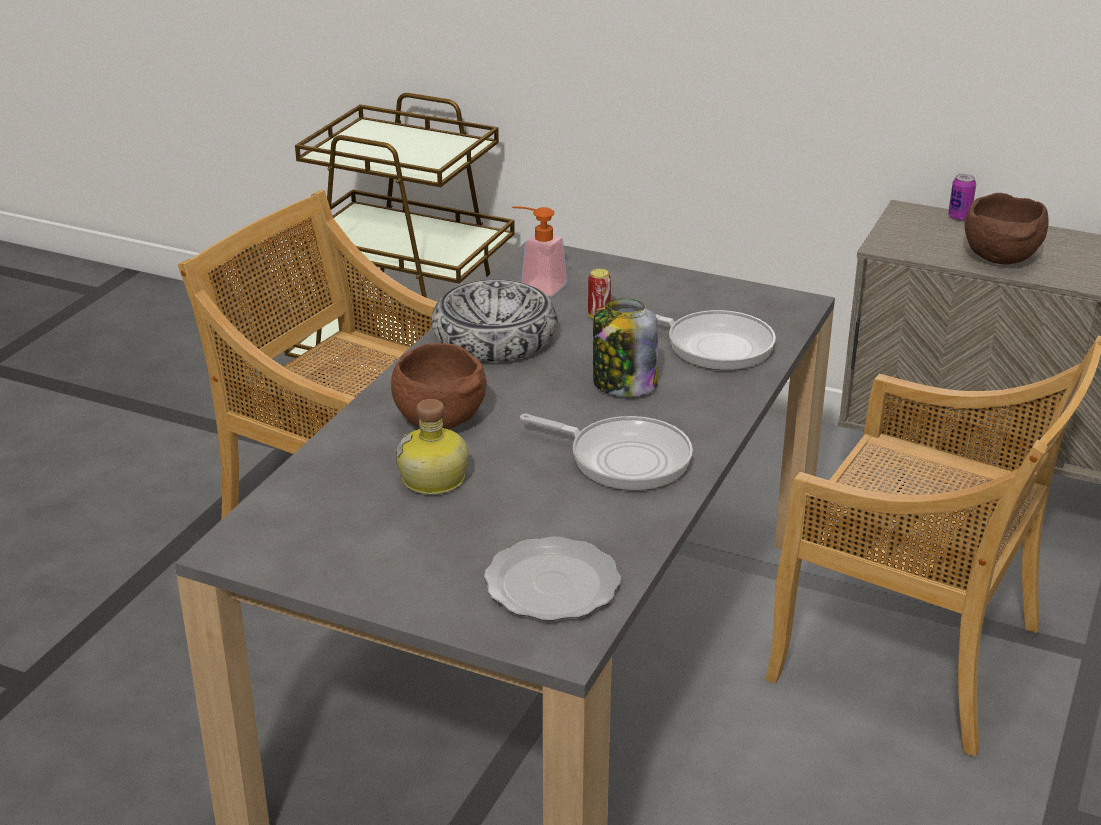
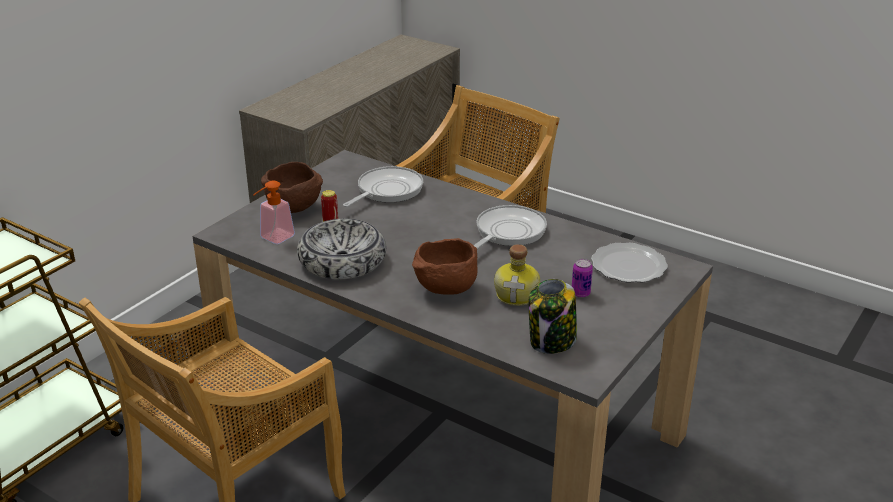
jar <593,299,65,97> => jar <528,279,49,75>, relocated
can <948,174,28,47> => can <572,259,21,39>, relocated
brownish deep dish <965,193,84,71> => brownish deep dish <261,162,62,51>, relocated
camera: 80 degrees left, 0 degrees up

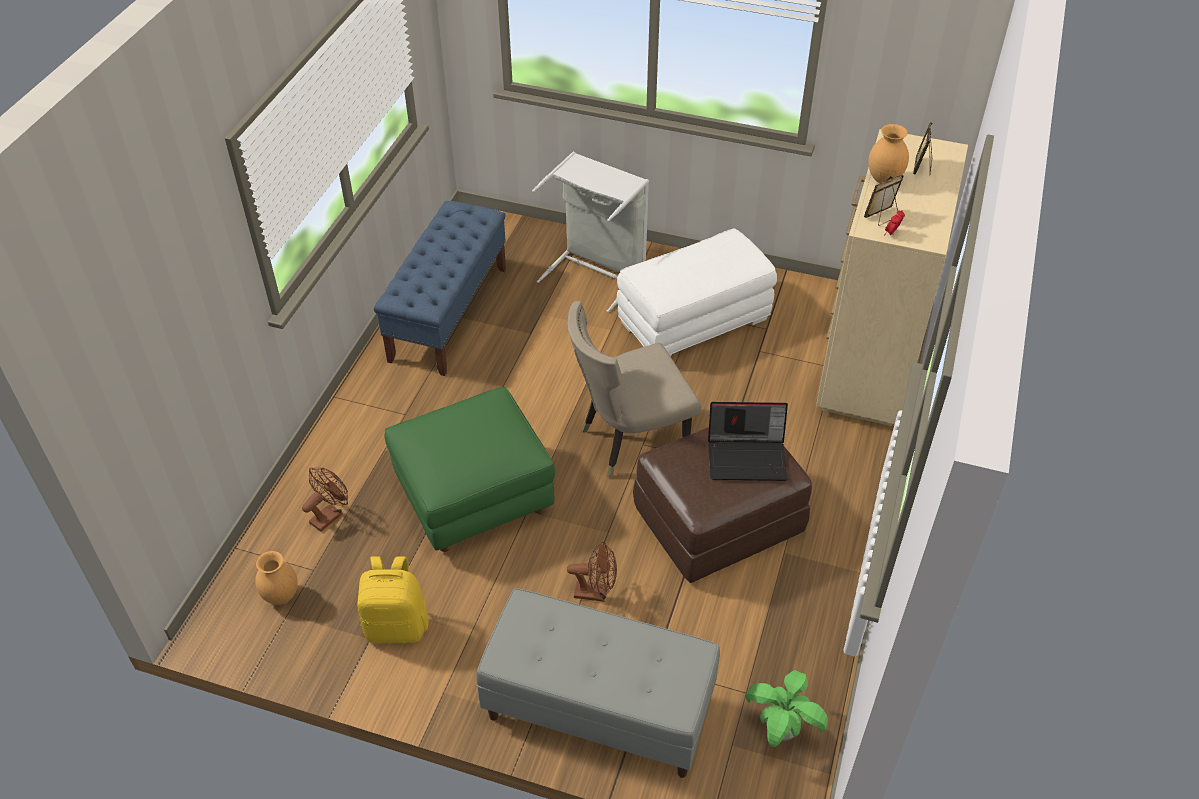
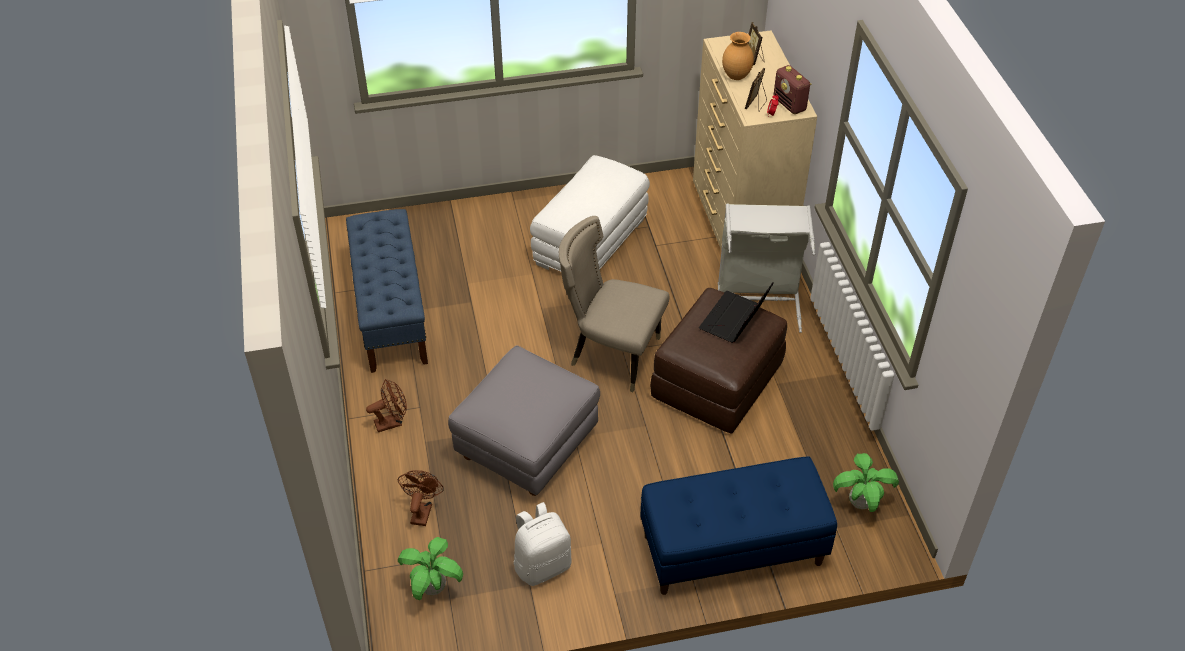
brownish decorative vase <255,551,43,54> => potted plant <398,537,65,63>
yellow-coloured knapsack <357,556,72,87> => white-coloured knapsack <514,502,57,84>
green-coloured ottoman <385,387,170,165> => grey ottoman <448,345,152,151>
grey long seat <476,588,244,190> => blue long seat <640,457,197,138>
grey washing basket <532,152,117,161> => grey washing basket <718,203,97,130>, relocated
sand-coloured upright chair <567,301,134,177> => sand-coloured upright chair <559,216,111,176>, 75 degrees clockwise
brownish cooling fan <567,542,50,60> => brownish cooling fan <366,379,41,53>, relocated
notebook computer <708,402,80,79> => notebook computer <699,282,75,61>, 150 degrees clockwise
nothing => radio set <774,65,37,49>
camera: 30 degrees left, 0 degrees up

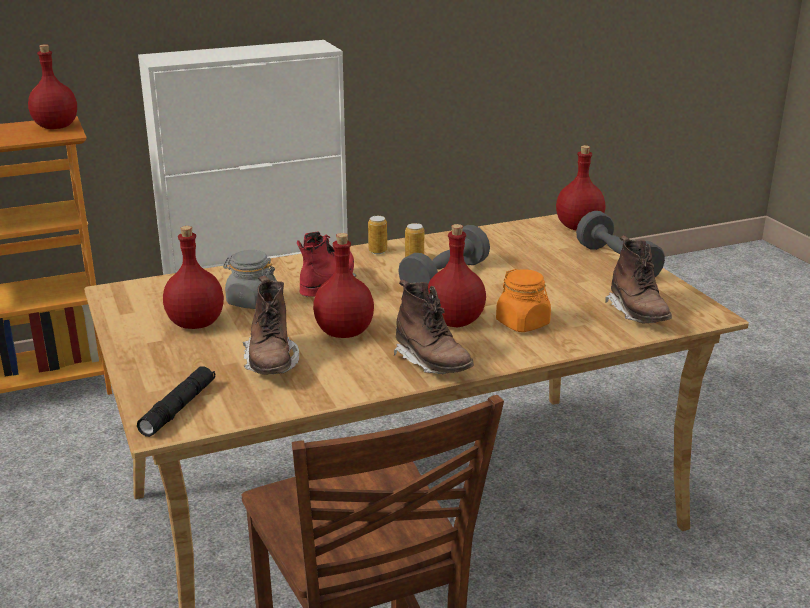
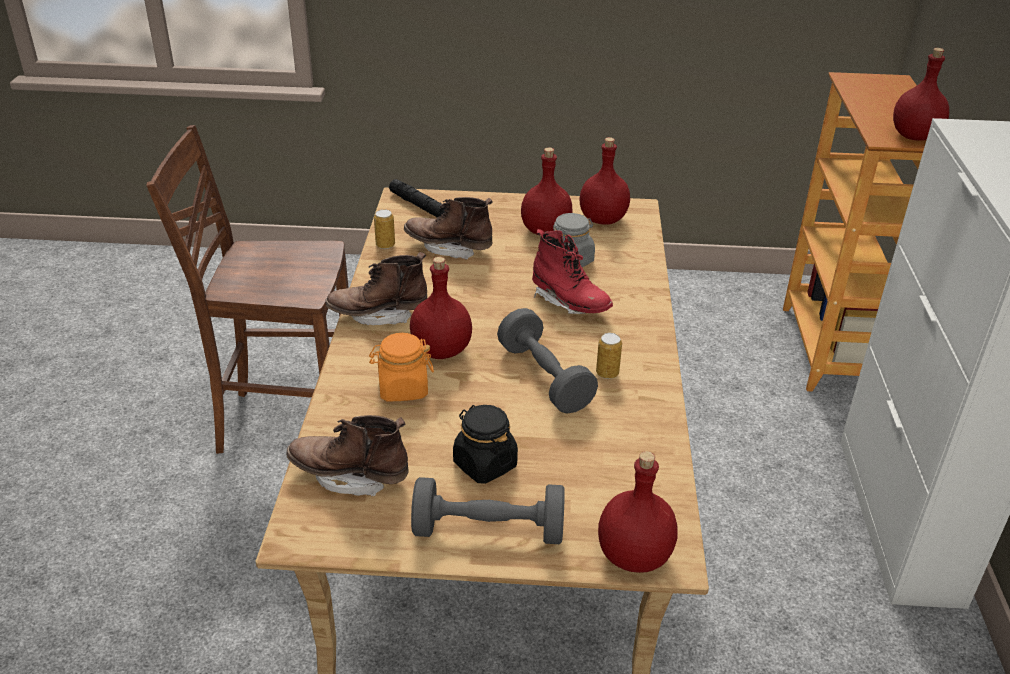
red beverage bottle <313,233,61,105> => red beverage bottle <580,137,50,88>, relocated
can <368,216,19,38> => can <374,209,21,40>, relocated
nothing => black jar <453,405,65,79>
camera: 115 degrees right, 10 degrees up

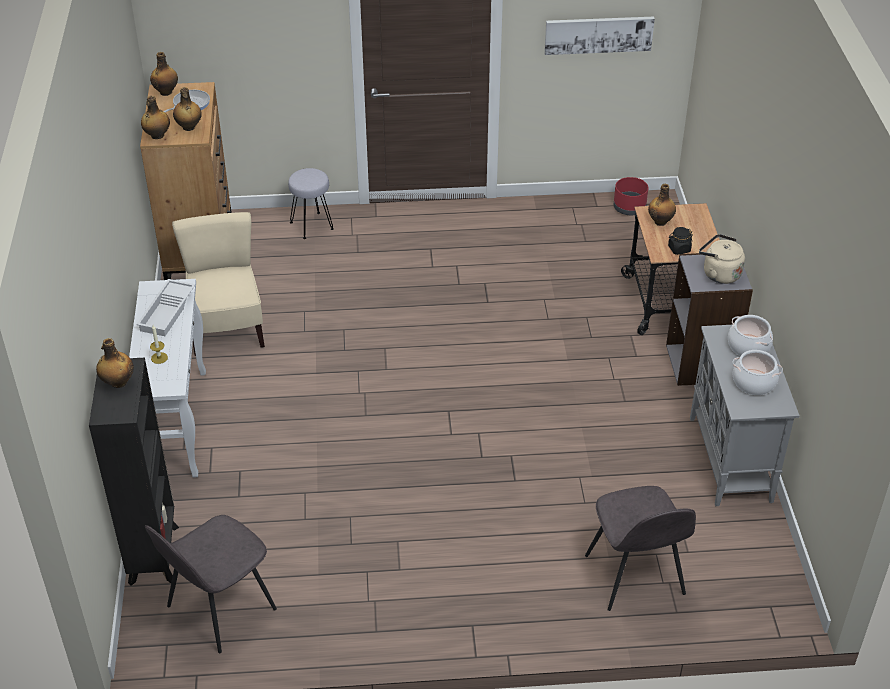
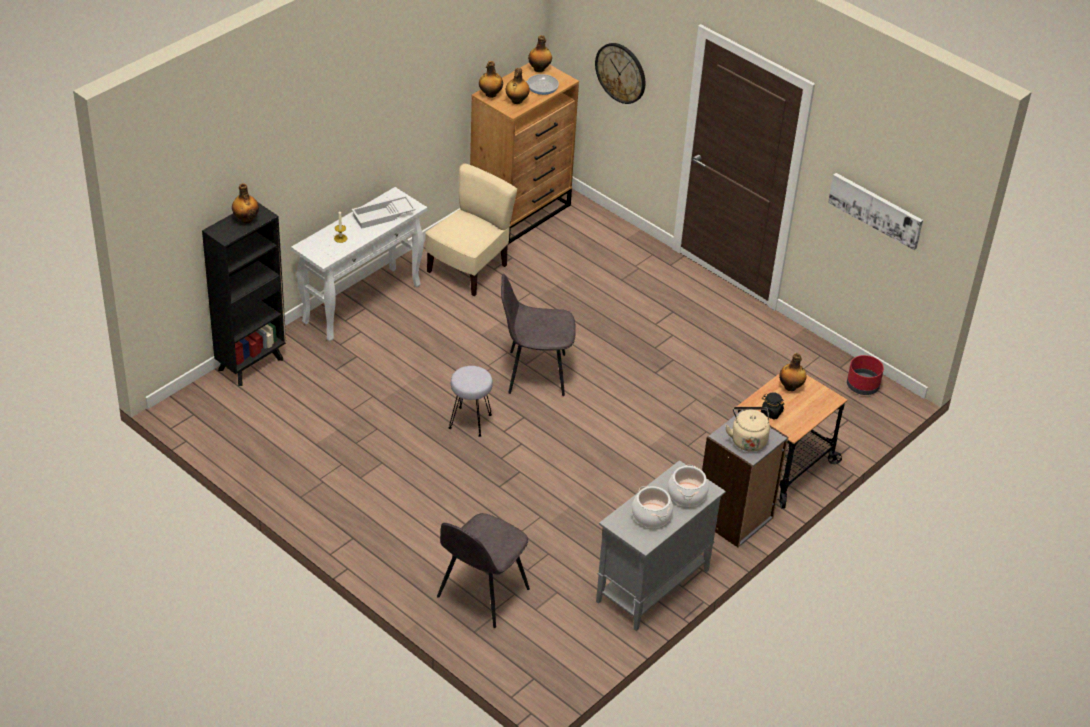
grey upright chair <145,515,132,138> => grey upright chair <501,273,75,123>, relocated
grey stool seat <288,168,46,71> => grey stool seat <449,366,44,71>, relocated
nothing => clock on the wall <595,43,50,61>
camera: 45 degrees right, 0 degrees up

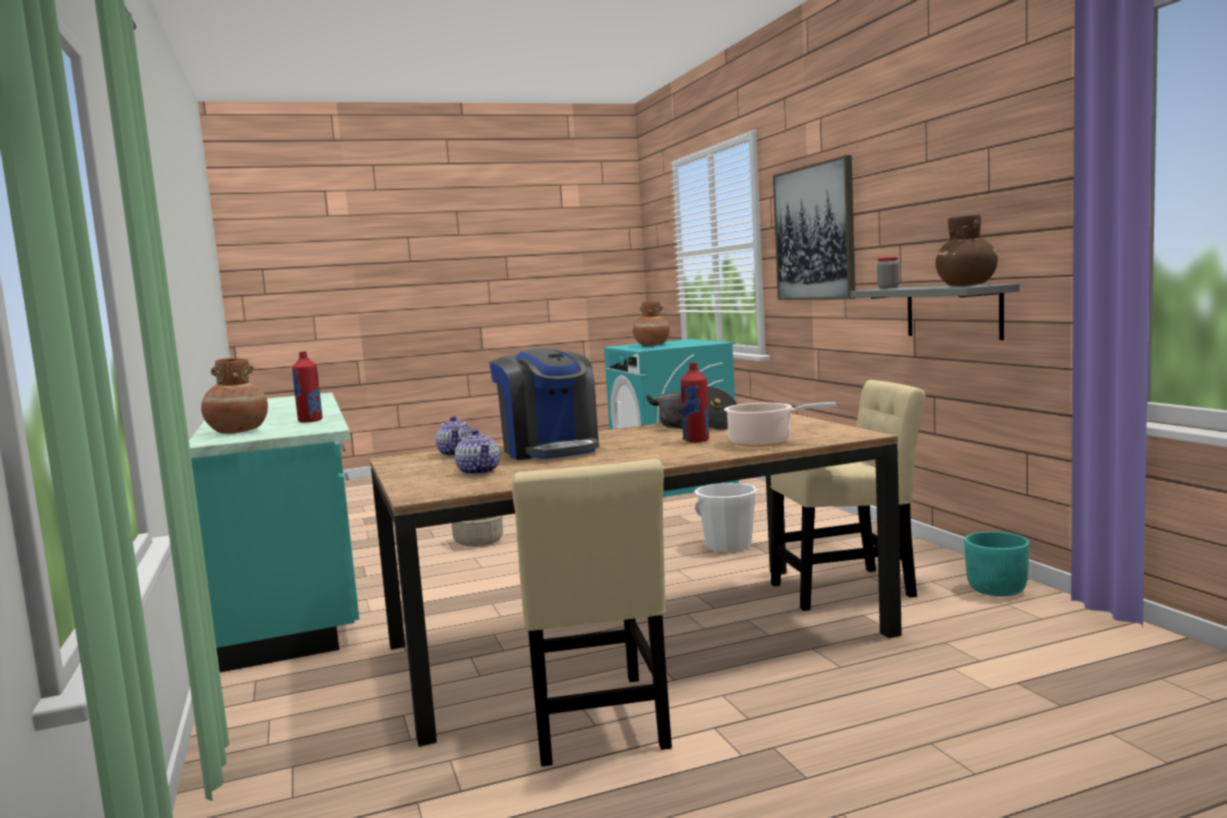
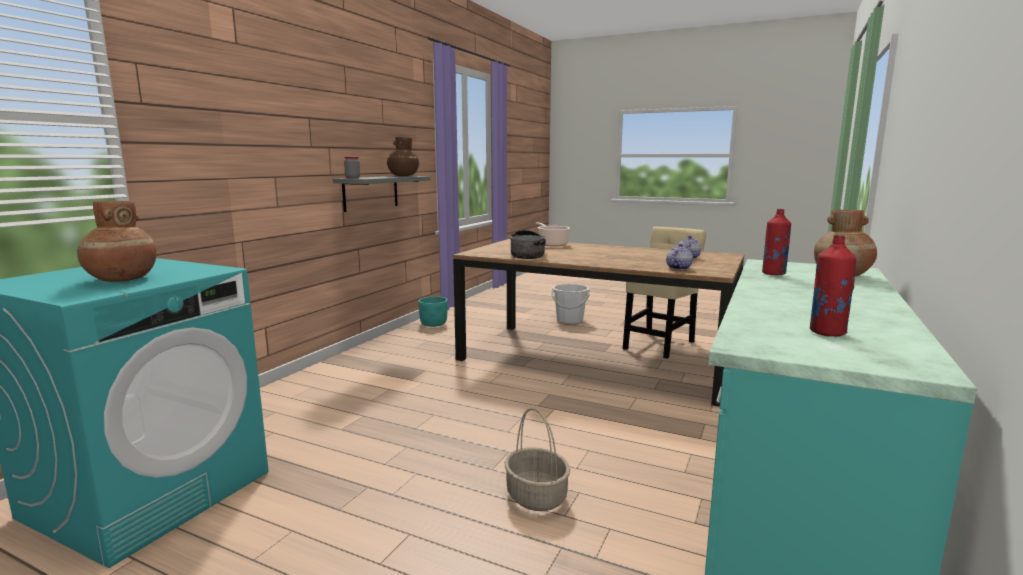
coffee brewer <489,348,110,112> => nothing
red beverage bottle <681,362,28,80> => red beverage bottle <810,235,46,102>, relocated
white-coloured pail <694,483,64,69> => white-coloured pail <552,284,38,40>, relocated
sand-coloured upright chair <771,380,155,231> => nothing
picture <773,155,83,145> => nothing
camera: 135 degrees left, 5 degrees up

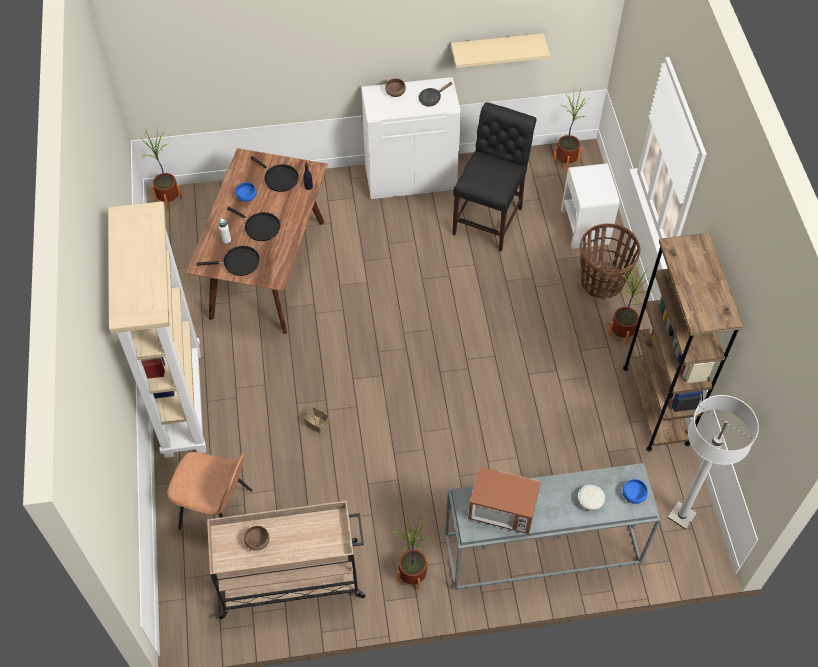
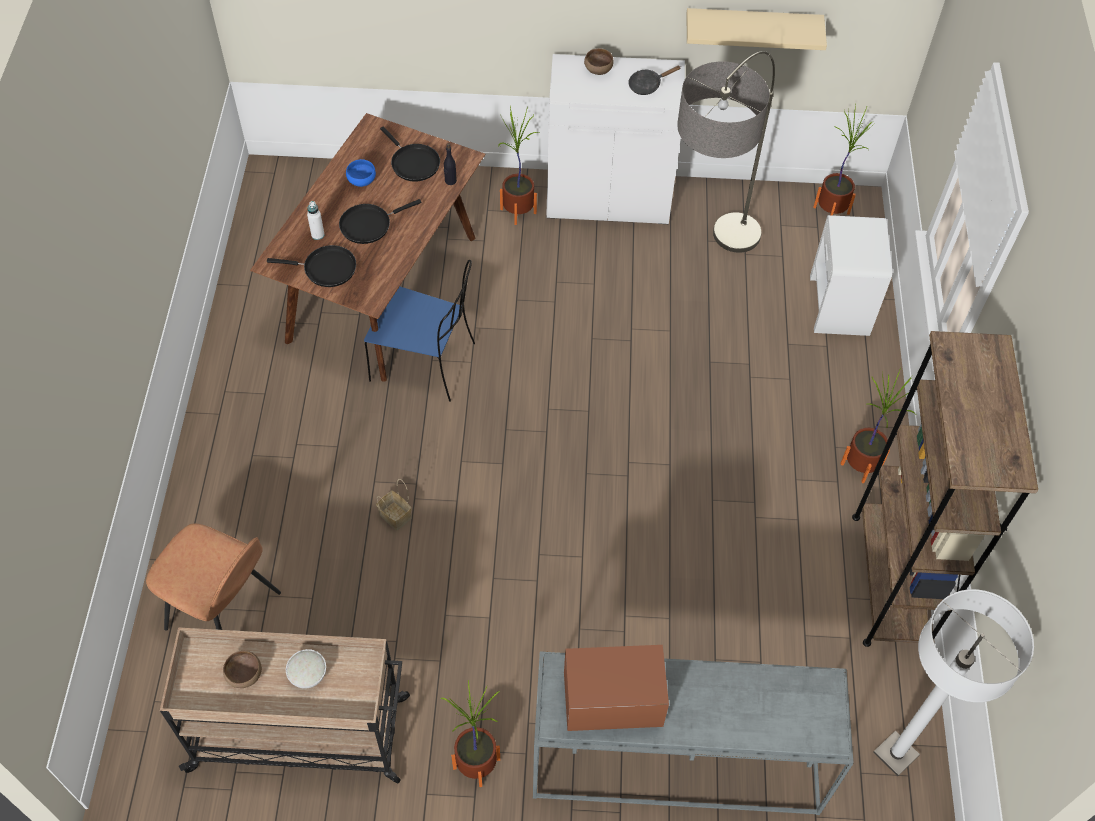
sand-coloured bookshelf <108,201,98,257> => nothing
potted plant <139,128,43,81> => potted plant <498,106,41,119>, relocated
black frying pan <227,207,53,34> => black frying pan <339,199,83,45>, 105 degrees clockwise
black upright chair <452,102,85,149> => standard lamp <677,51,98,202>
microwave <468,466,73,68> => microwave <564,645,105,86>, 150 degrees clockwise
white-coloured deep dish <578,485,27,25> => white-coloured deep dish <286,649,40,39>, relocated
storage basket <579,223,61,77> => nothing
blue deep dish <622,479,26,25> => nothing
nothing => blue upright chair <364,260,111,142>
camera: 10 degrees right, 0 degrees up

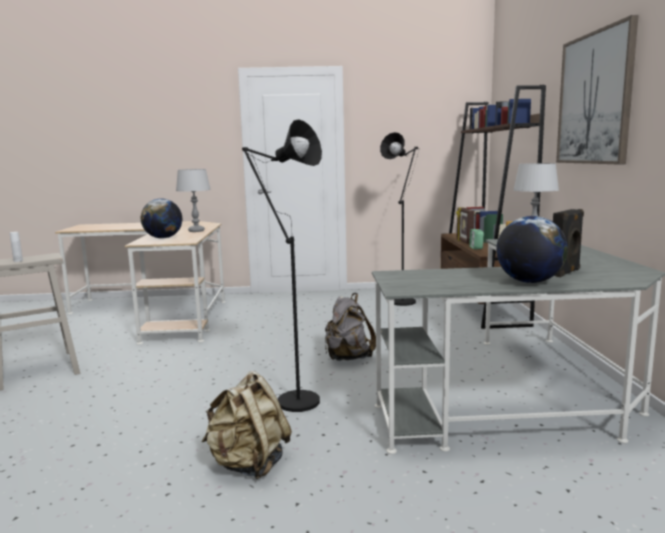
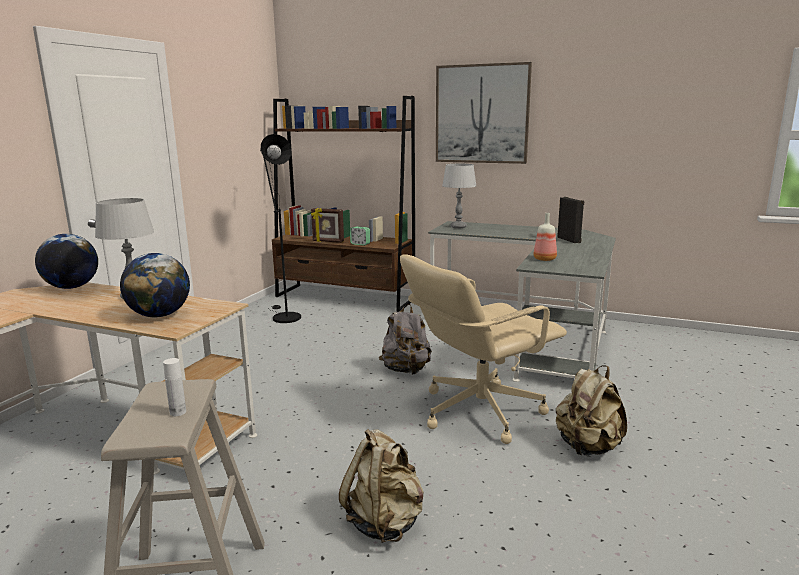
black standard lamp <242,119,80,293> => sand-coloured desk chair <400,254,167,190>
globe <496,216,72,67> => globe <35,234,63,55>, relocated
nothing => sand-coloured knapsack <339,429,85,114>
nothing => beverage bottle <533,213,24,48>
camera: 65 degrees left, 5 degrees up

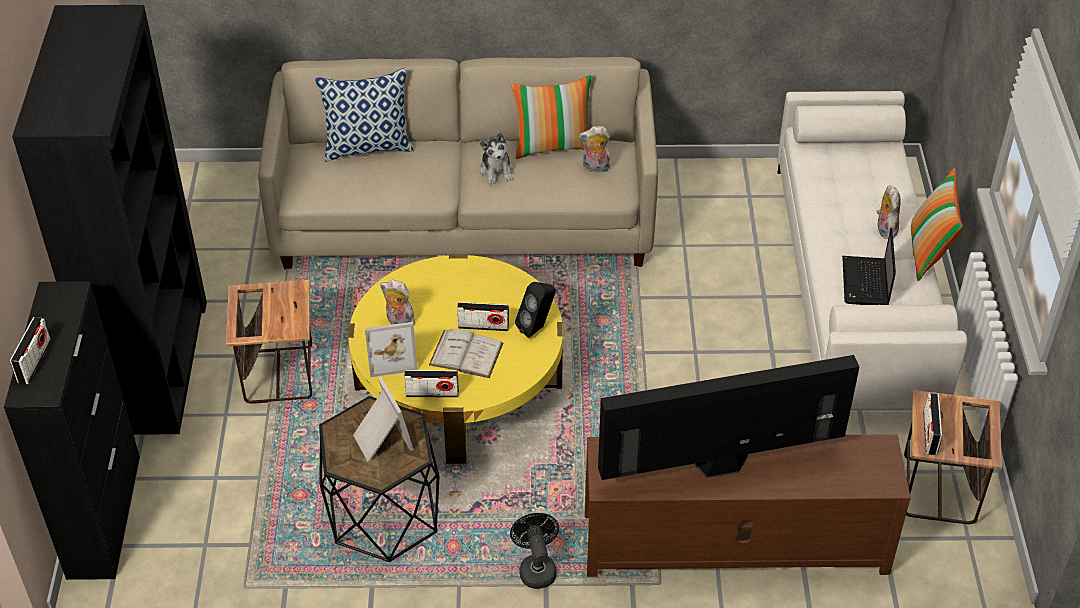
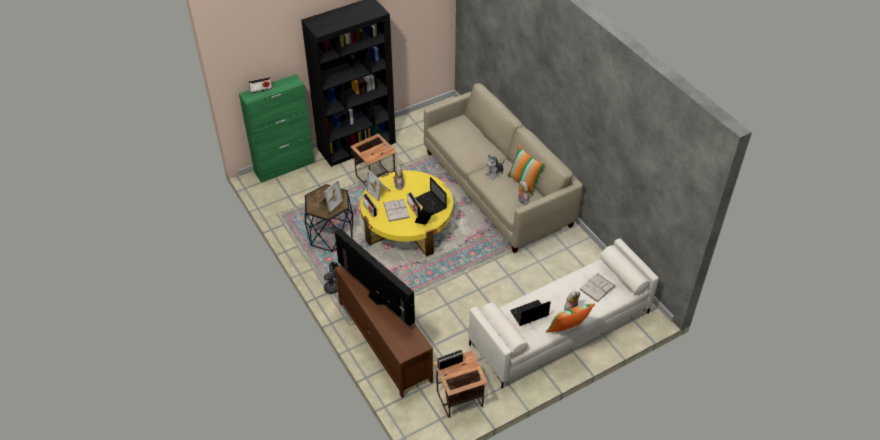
black cupboard <4,281,136,299> => green-coloured cupboard <239,74,76,109>
pillow <315,68,99,93> => nothing
nothing => notebook computer <415,177,31,38>
nothing => white-coloured book <579,274,37,28>
camera: 60 degrees right, 0 degrees up

